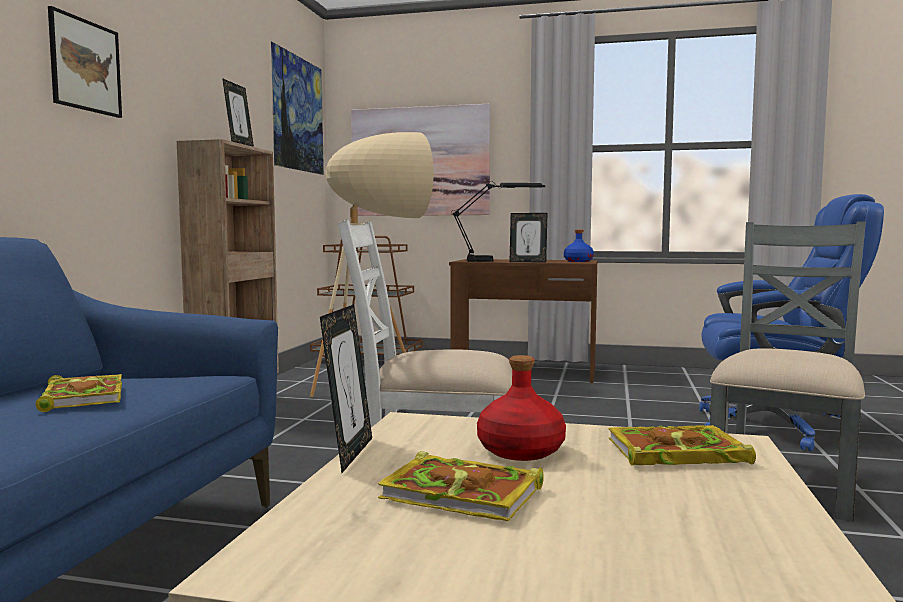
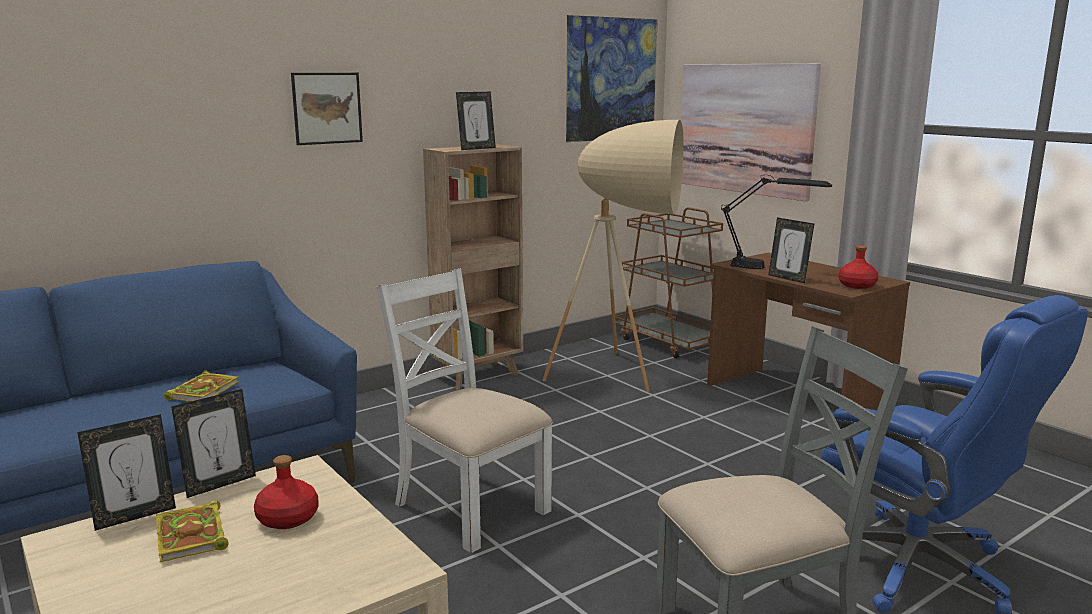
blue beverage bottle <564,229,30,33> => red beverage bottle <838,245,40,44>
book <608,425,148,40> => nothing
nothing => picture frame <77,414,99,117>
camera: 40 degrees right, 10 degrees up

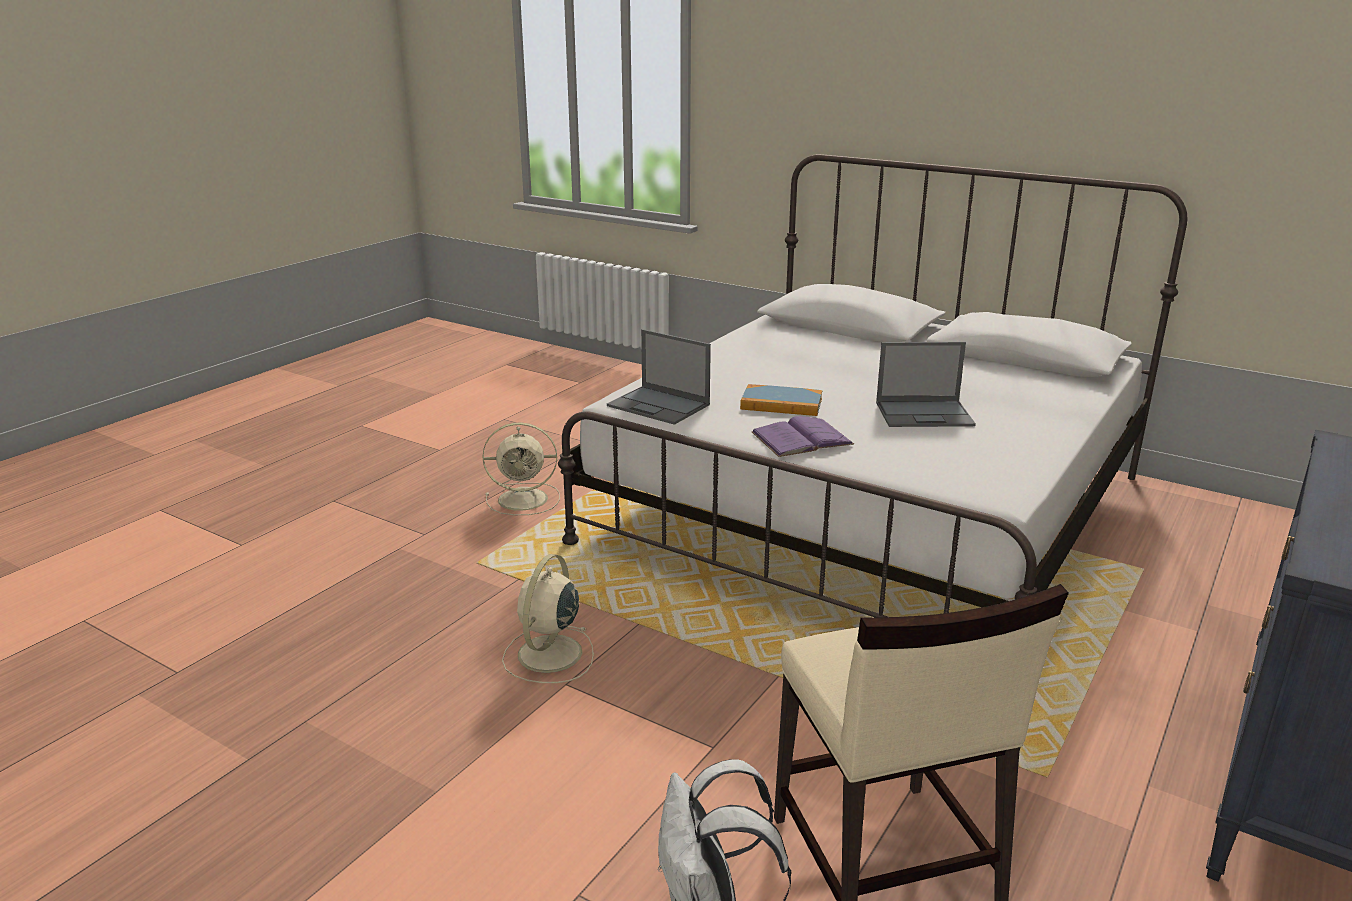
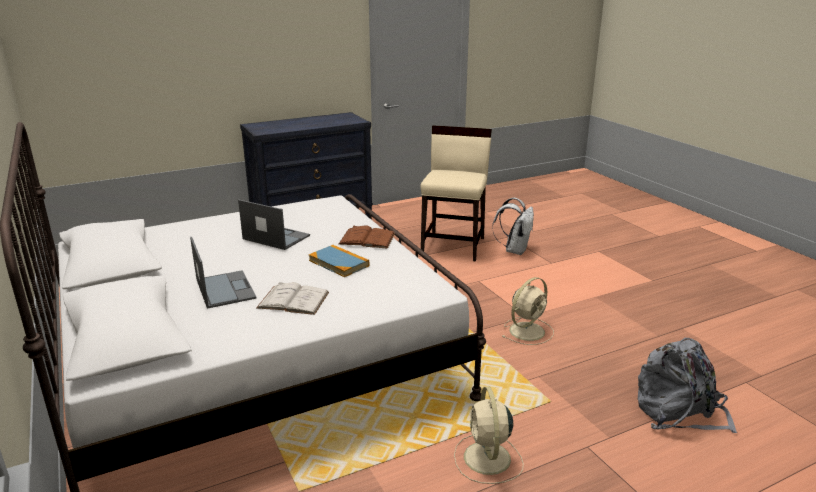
sand-coloured cooling fan <483,422,77,93> => sand-coloured cooling fan <454,387,70,97>, 120 degrees counterclockwise
notebook computer <607,329,104,96> => notebook computer <190,237,66,72>, relocated
purplish book <751,416,103,41> => brownish book <338,225,57,24>
nothing => white-coloured book <256,282,73,33>
nothing => grey knapsack <638,338,99,95>
camera: 150 degrees left, 0 degrees up

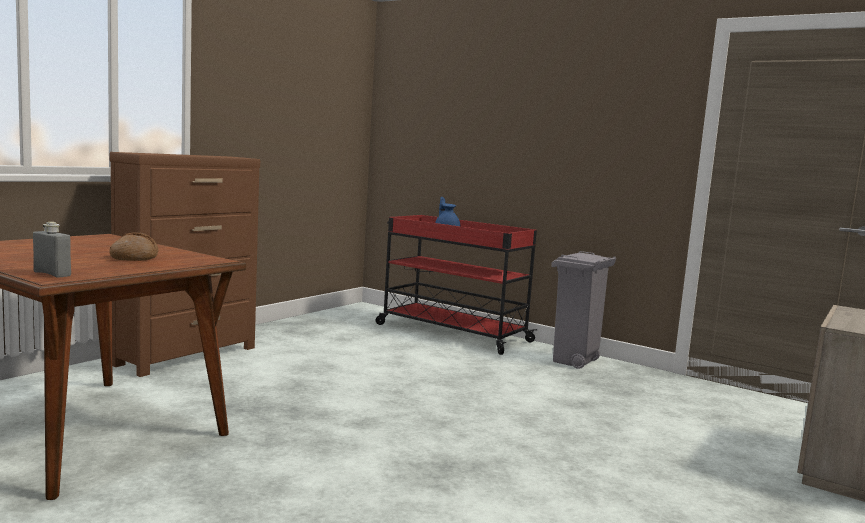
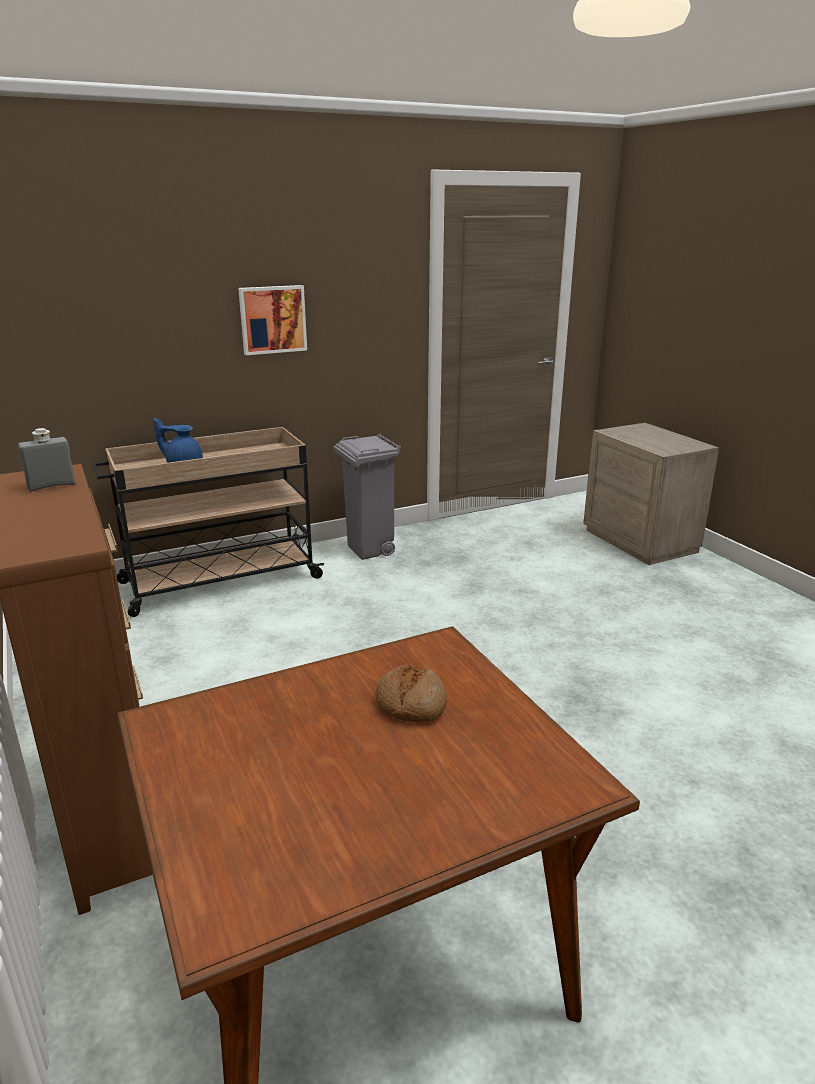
grey beverage bottle <33,222,38,56> => grey beverage bottle <18,428,58,64>, relocated
red cart <376,215,161,140> => sand-coloured cart <92,427,233,190>
nothing => picture <238,285,69,70>
camera: 60 degrees left, 15 degrees up

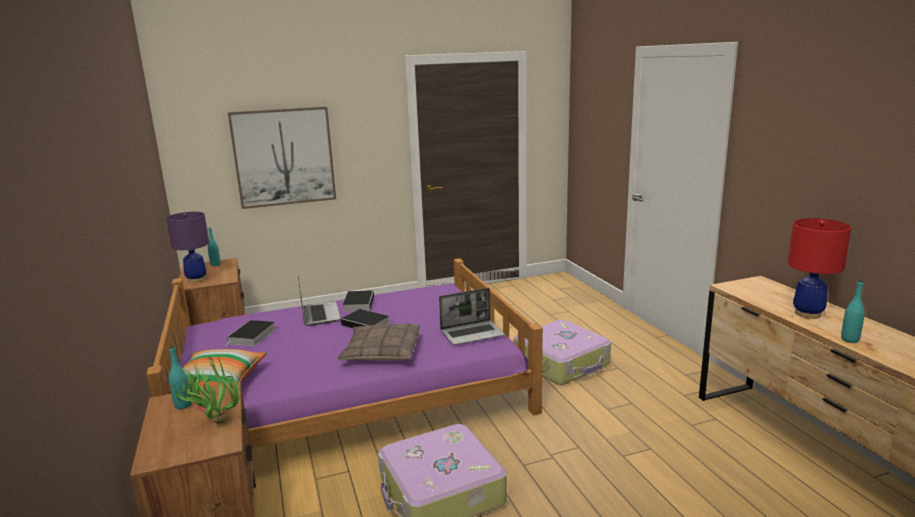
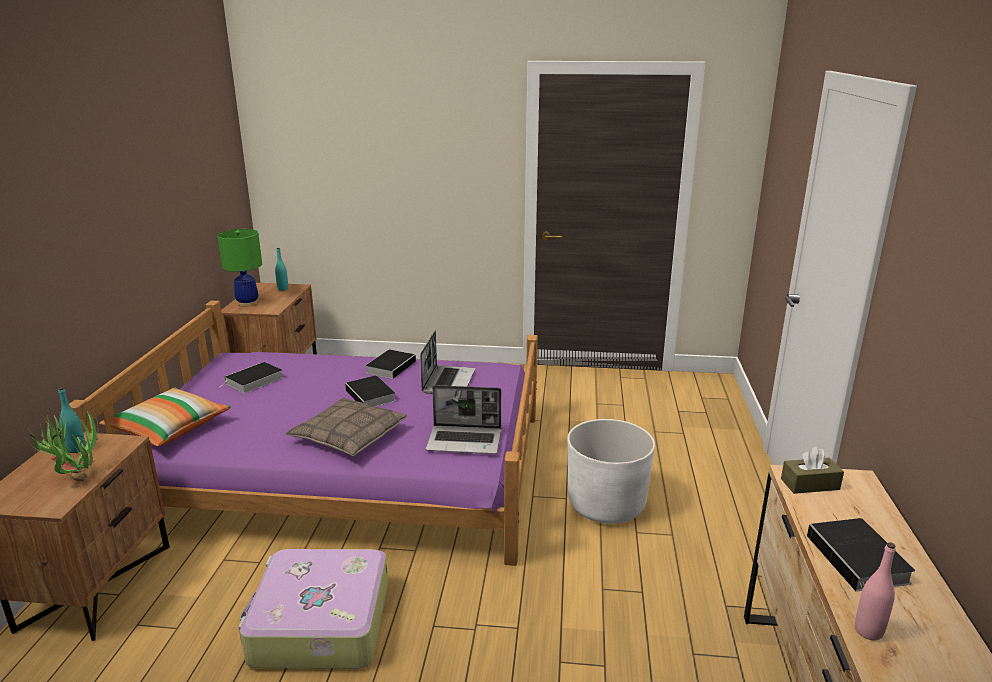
purplish tabletop lamp <166,212,43,71> => green-coloured tabletop lamp <217,229,45,78>
picture <228,107,108,102> => nothing
notebook computer <298,276,43,50> => notebook computer <420,331,55,63>, relocated
suitcase <513,320,98,65> => white-coloured planter <567,419,88,105>
red tabletop lamp <788,218,64,101> => book <807,518,108,74>
turquoise beverage bottle <841,280,24,63> => pinkish beverage bottle <855,542,41,98>
nothing => brownish tissue box <781,447,63,47>
camera: 25 degrees right, 5 degrees up

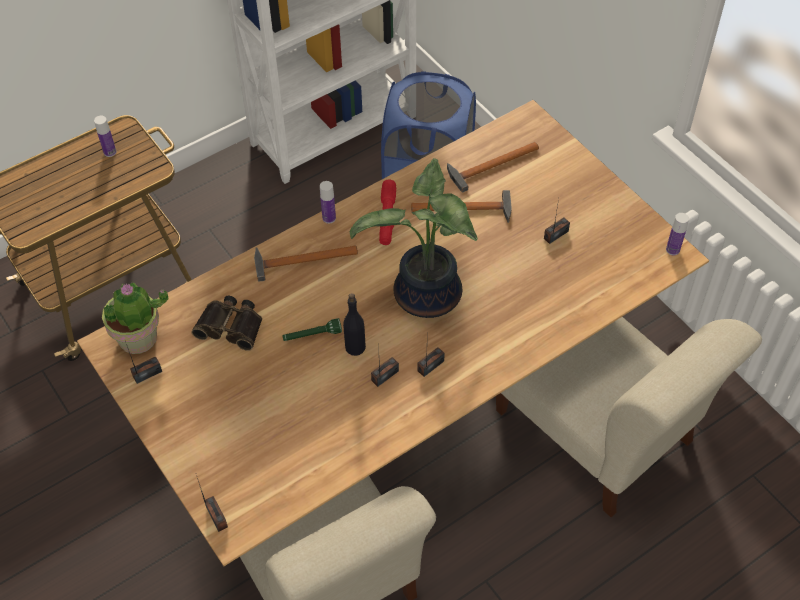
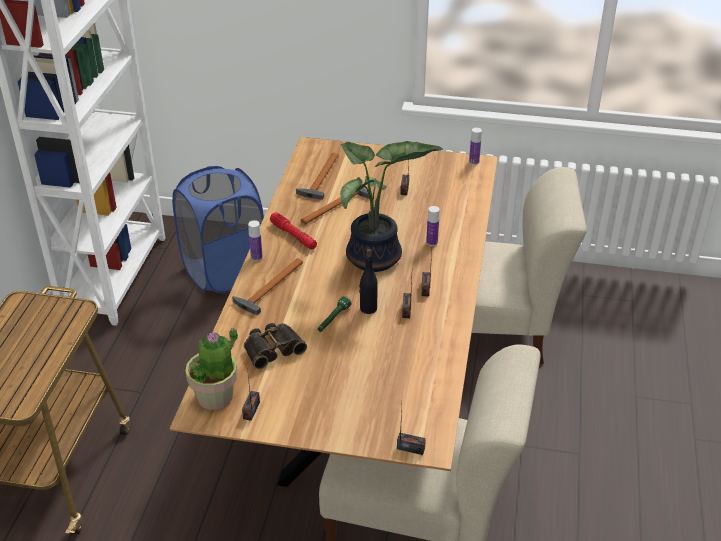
beverage bottle <94,116,22,41> => beverage bottle <426,206,13,40>, relocated
camera: 45 degrees left, 15 degrees down

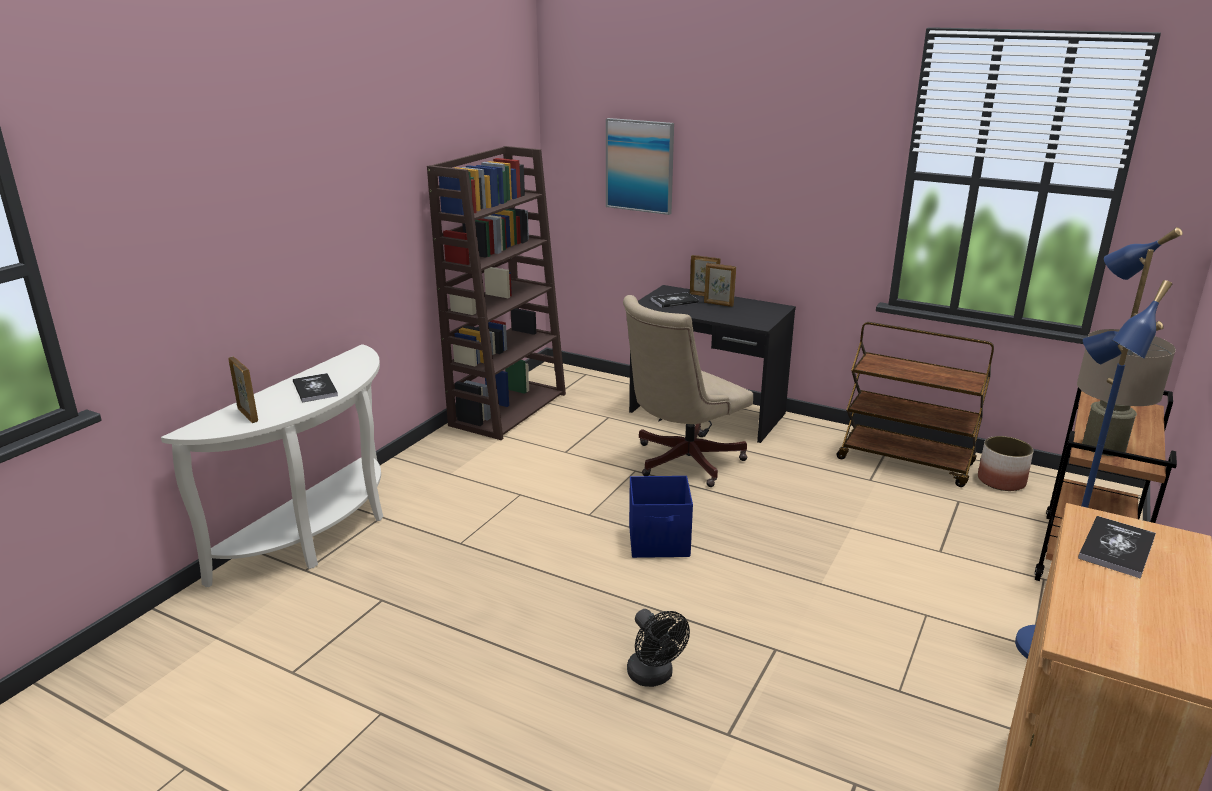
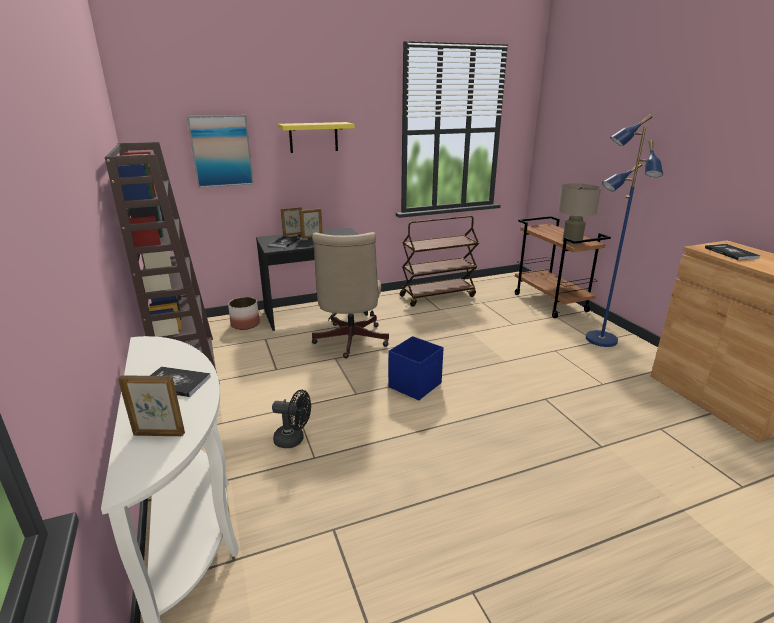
black cooling fan <627,609,63,78> => black cooling fan <272,390,39,58>, relocated
planter <978,436,56,55> => planter <228,297,32,33>, relocated
nothing => yellow-coloured shelf <278,122,77,31>
camera: 50 degrees left, 0 degrees up

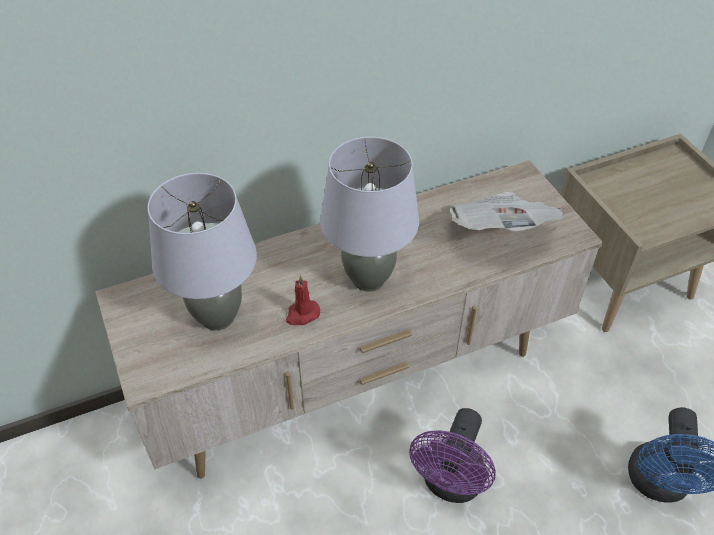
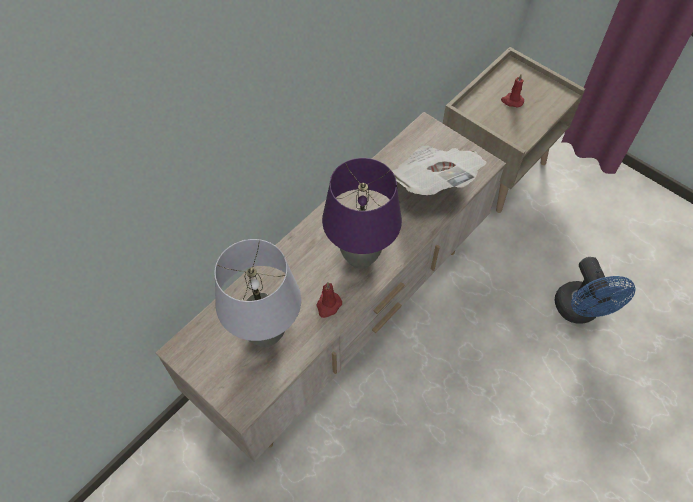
grey tabletop lamp <320,137,99,155> => purplish tabletop lamp <322,158,80,111>
purplish cooling fan <409,408,87,95> => nothing
nothing => red wax light <501,75,23,33>
camera: 25 degrees left, 10 degrees up

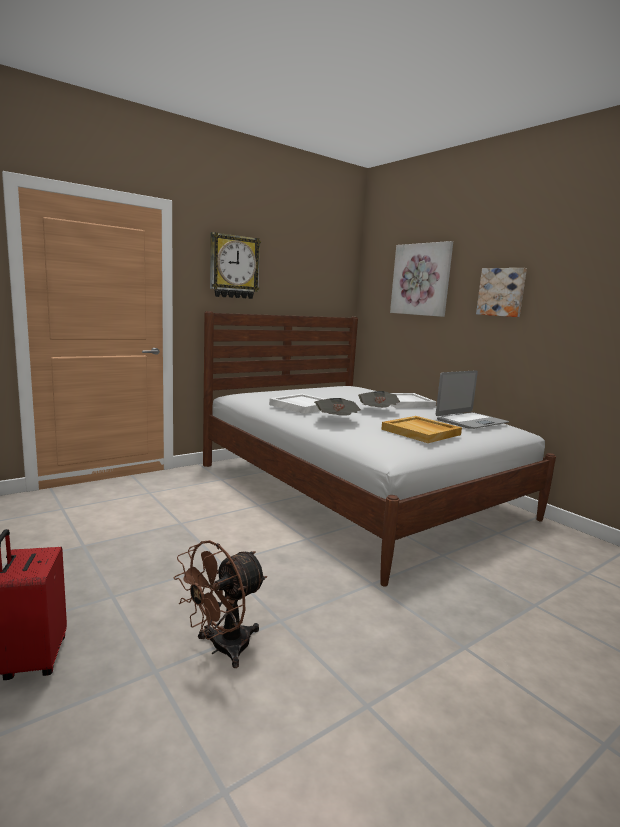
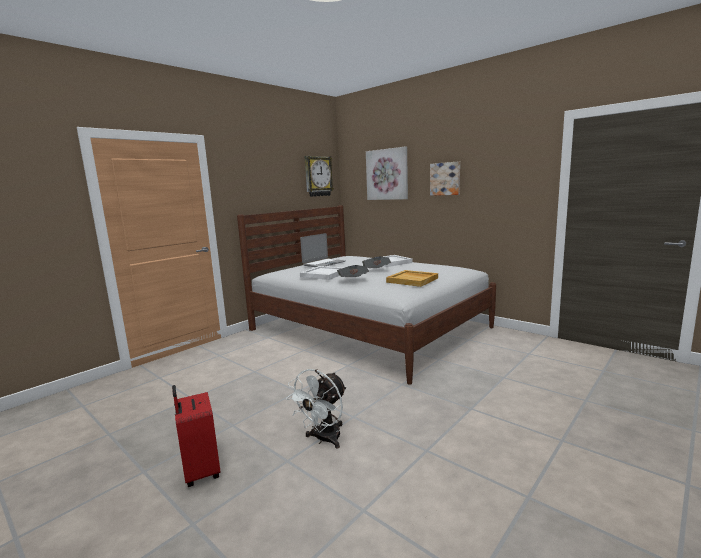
brownish cooling fan <174,540,93,128> => white-coloured cooling fan <286,369,60,79>
clock on the wall <210,232,51,67> => clock on the wall <304,156,30,41>, relocated
notebook computer <436,370,73,59> => notebook computer <300,233,46,34>, relocated
camera: 10 degrees left, 0 degrees up

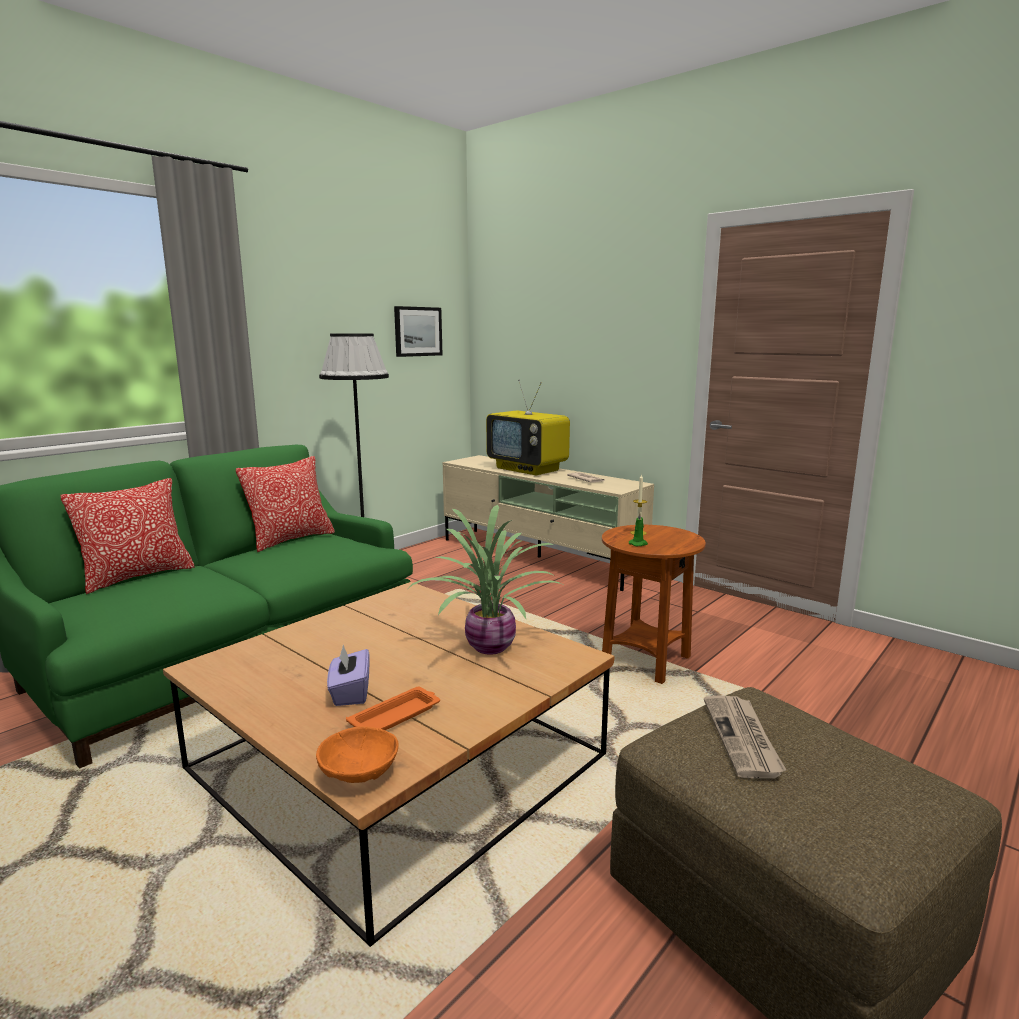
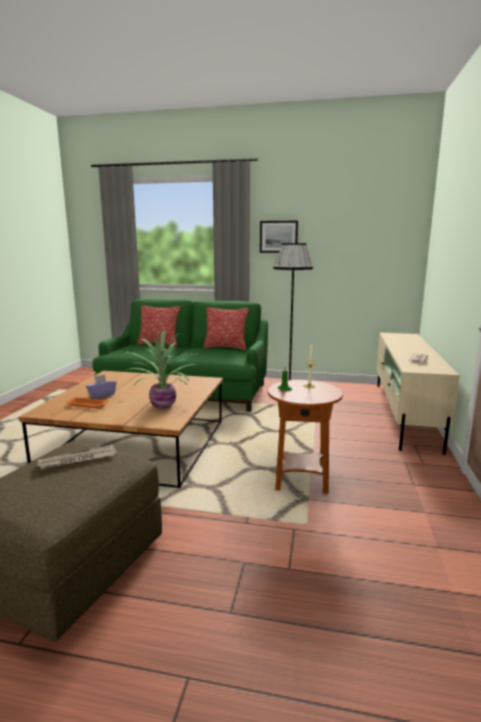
orange-coloured deep dish <316,726,82,57> => nothing
picture <394,306,49,51> => picture <260,221,38,32>, relocated
TV set <486,380,84,95> => nothing
camera: 60 degrees right, 0 degrees up

